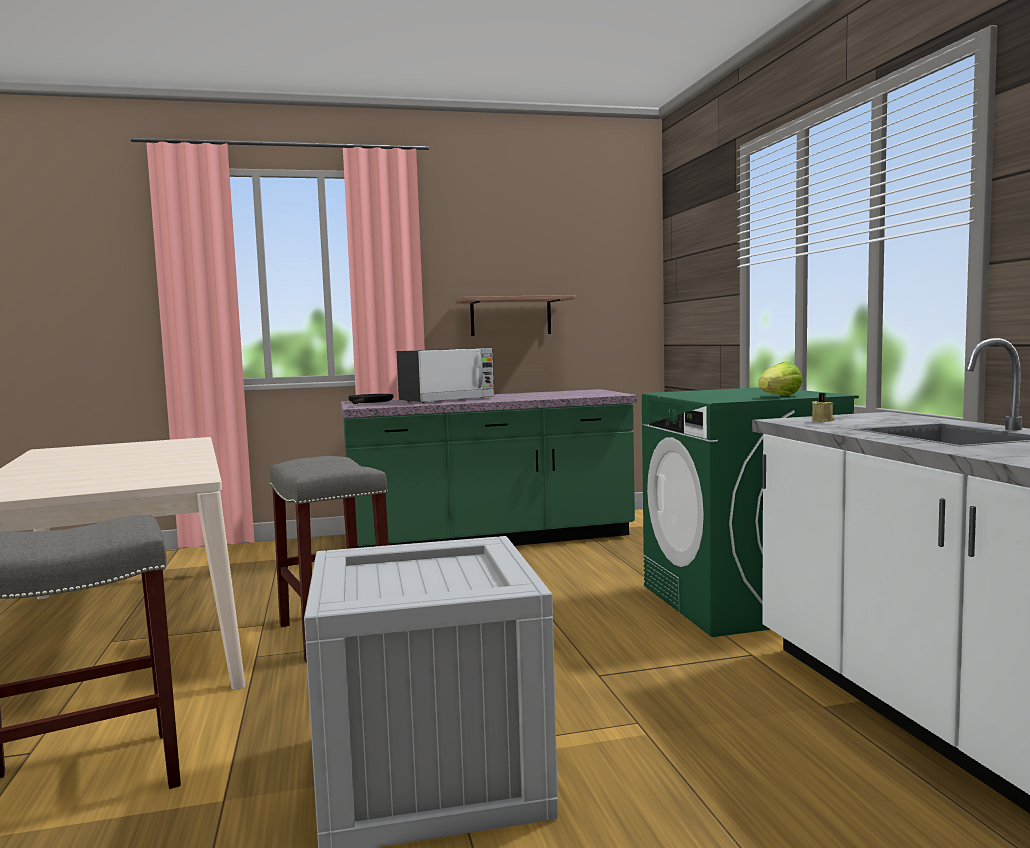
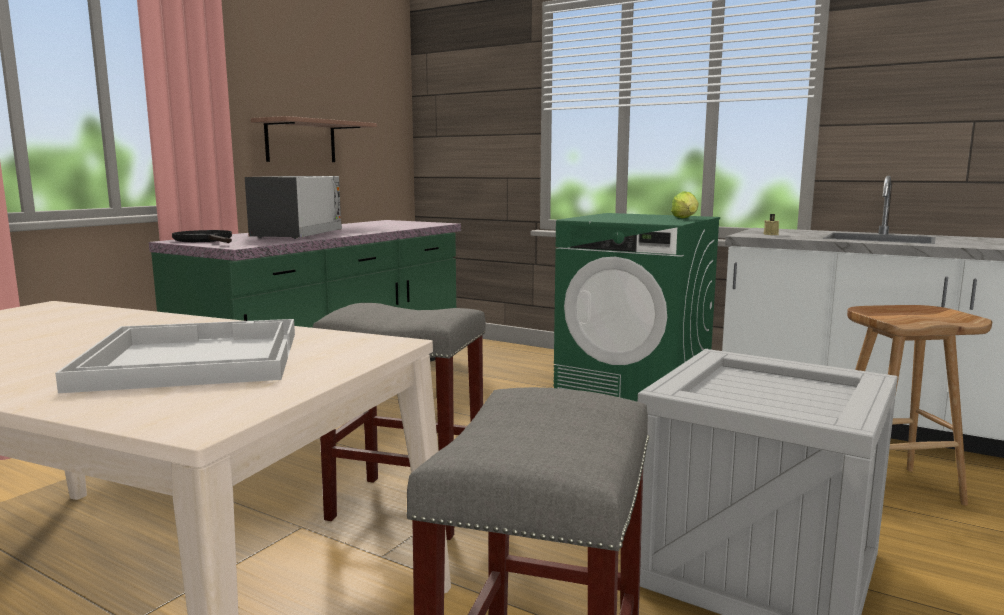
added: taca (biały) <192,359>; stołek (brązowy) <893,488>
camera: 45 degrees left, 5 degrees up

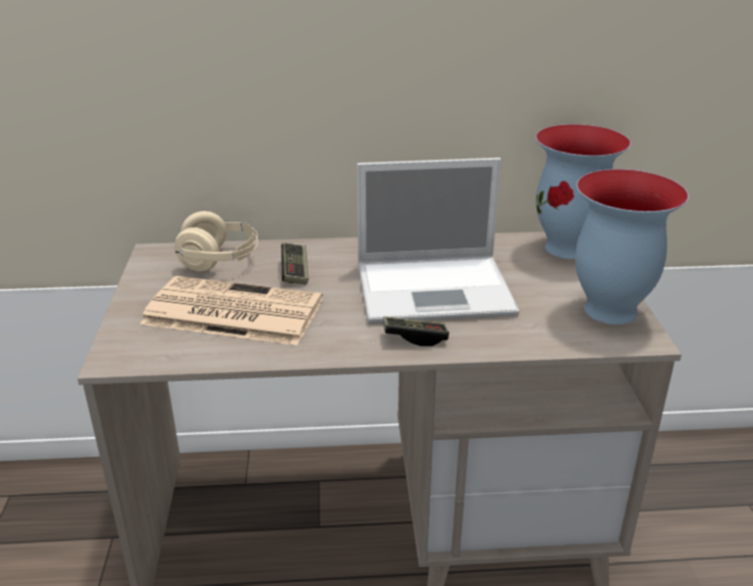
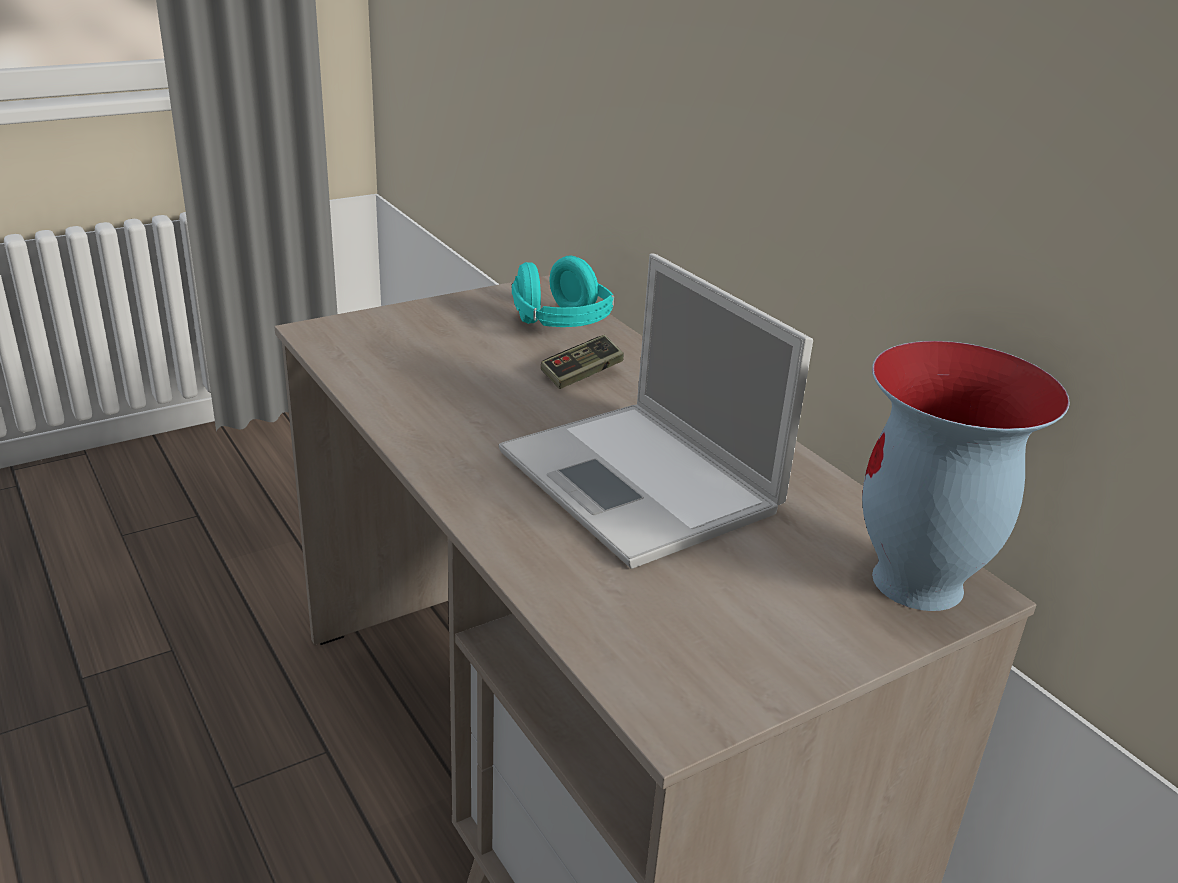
removed: gazeta <230,312>; pad do gier <415,338>; wazon <608,311>
recoloured: słuchawki (beżowy) <220,261> to słuchawki (turkusowy) <560,325>
camera: 60 degrees right, 0 degrees up

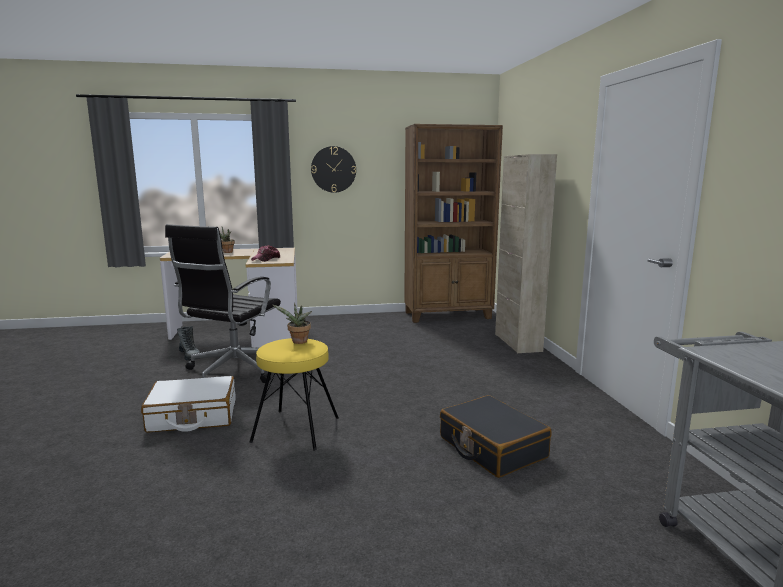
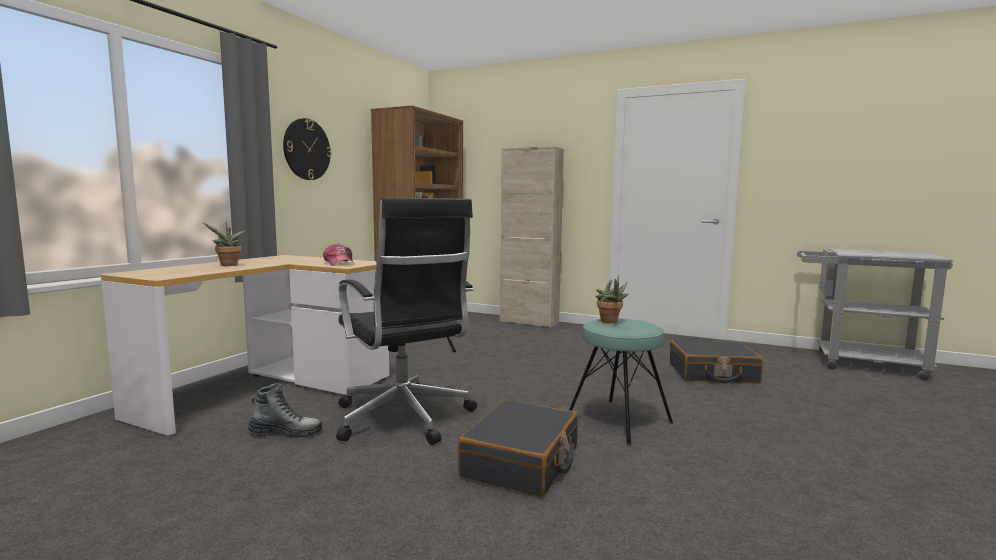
recoloured: walizka (biały) <192,416> to walizka (czarny) <521,462>; stołek (żółty) <296,429> to stołek (turkusowy) <619,421>
camera: 55 degrees left, 5 degrees down

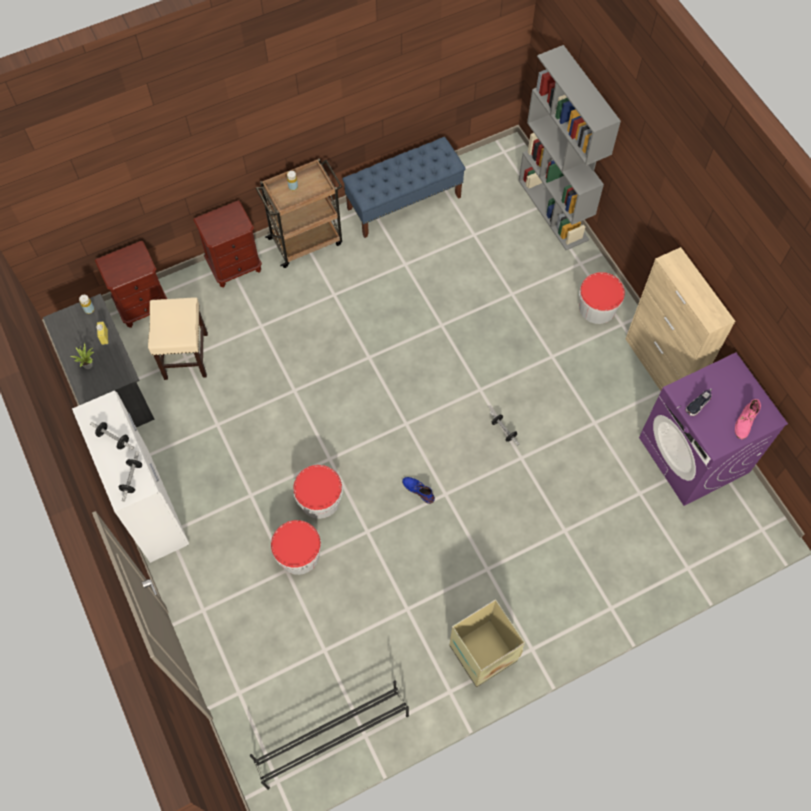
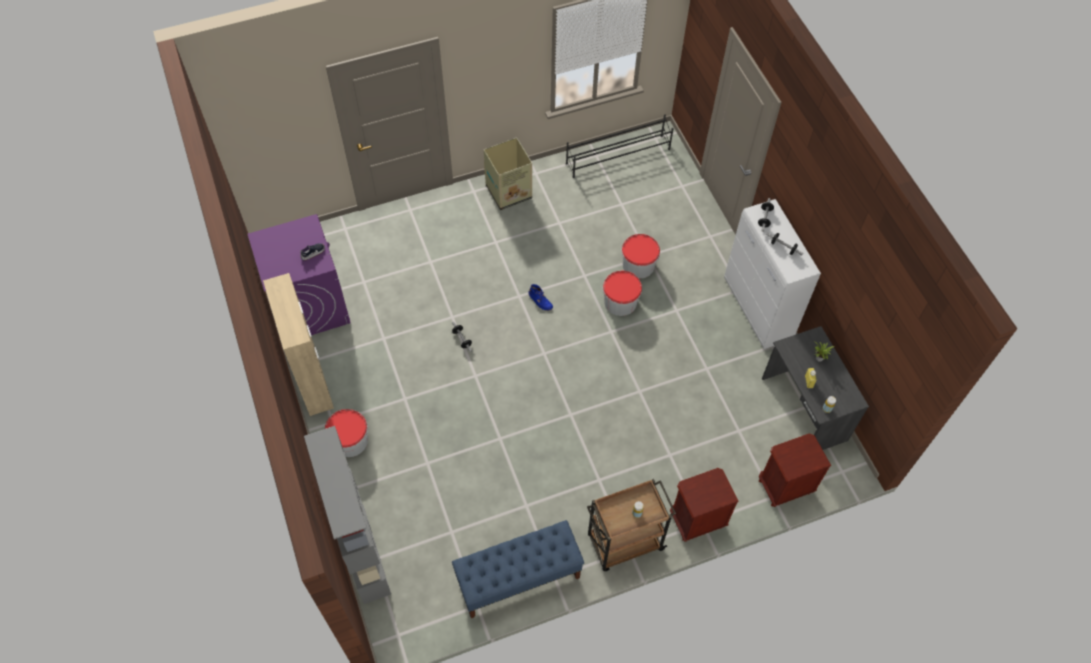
removed: stołek (beżowy) <186,356>; but z cholewką (różowy) <745,422>
camera: 175 degrees left, 5 degrees down

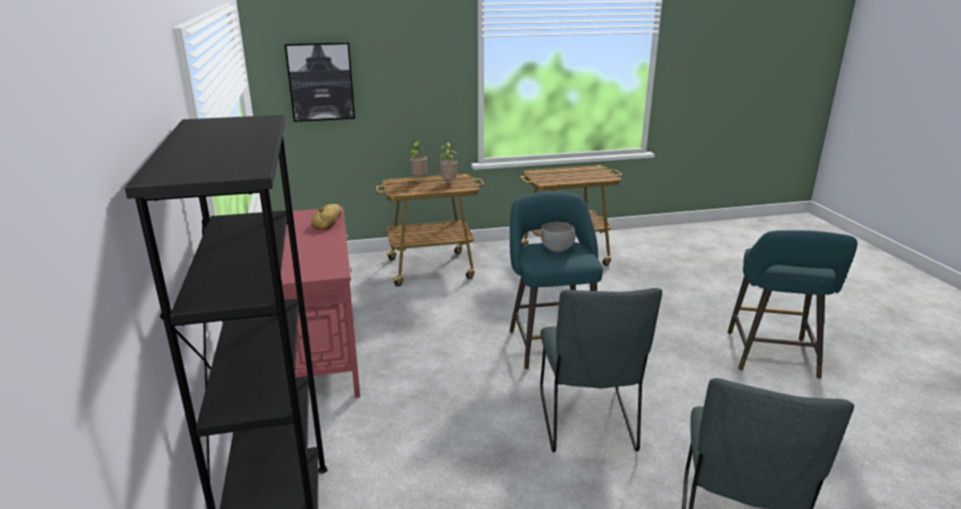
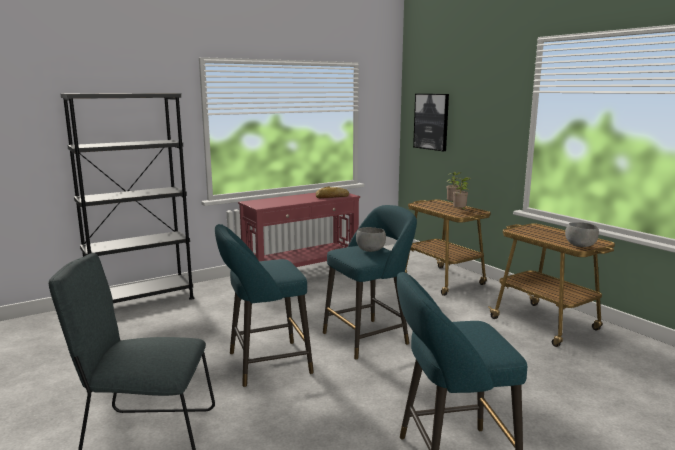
added: miska (szary) <580,246>
replaced: krzesło (szary) <587,424> to stołek (turkusowy) <264,364>
camera: 70 degrees right, 10 degrees down

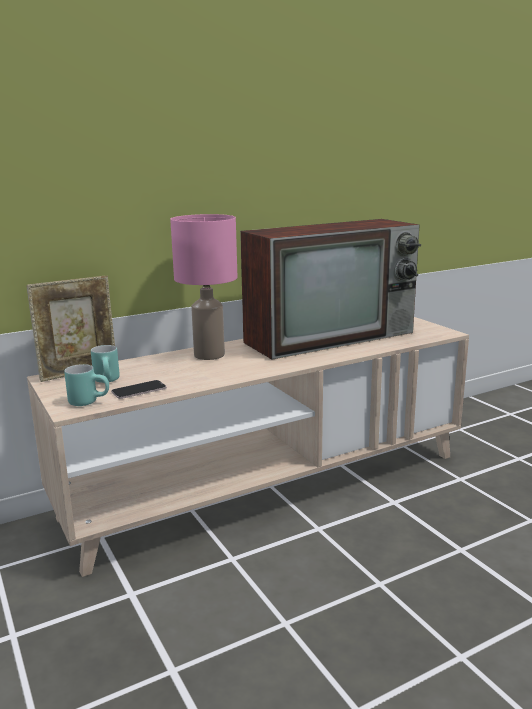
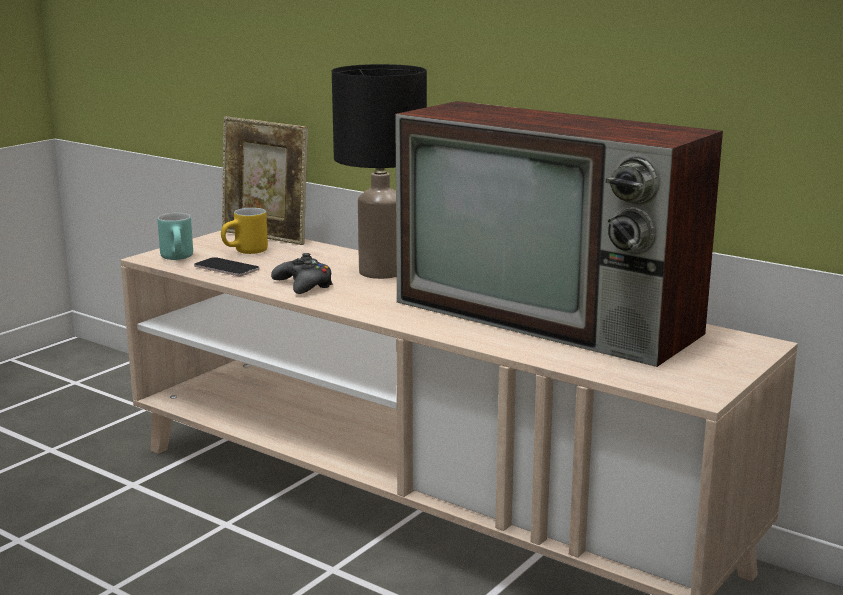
added: pad do gier (czarny) <303,285>
recoloured: kubek (turkusowy) <109,381> to kubek (żółty) <246,252>; lampa stołowa (różowy) <208,355> to lampa stołowa (czarny) <382,272>
camera: 65 degrees right, 0 degrees up

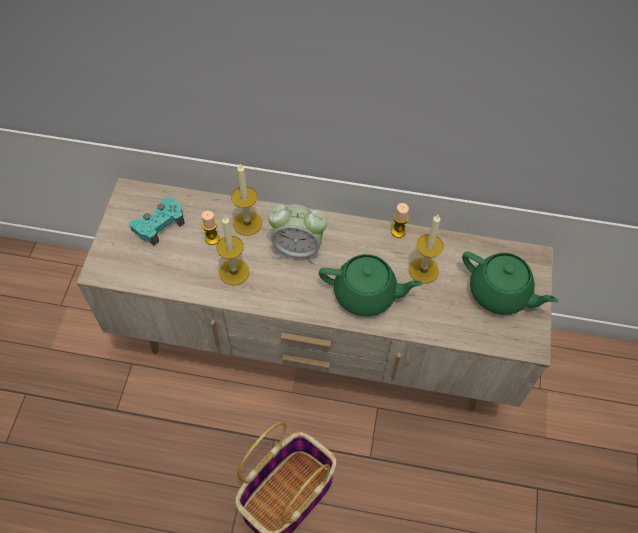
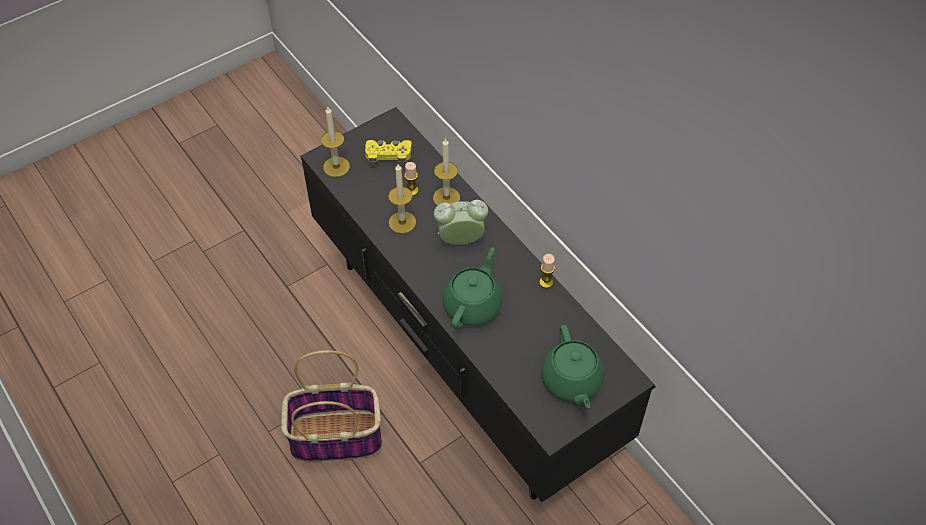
moved: świeca <423,270> to <336,167>
recoloured: szafka pod telewizor (beżowy) <317,349> to szafka pod telewizor (czarny) <463,357>; pad do gier (turkusowy) <159,224> to pad do gier (żółty) <388,156>
turned: budzik <297,249> = <460,240> 120 degrees clockwise; imbryk (zielony) <366,294> = <473,305> 120 degrees counterclockwise
camera: 45 degrees right, 5 degrees down

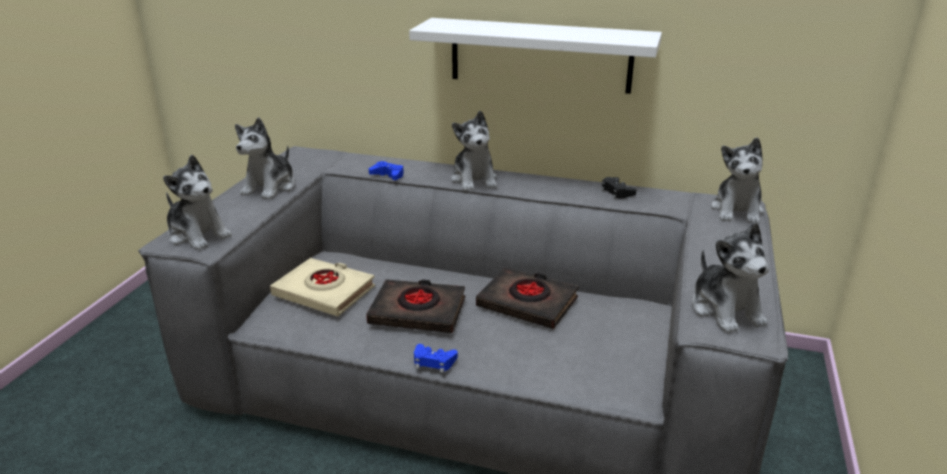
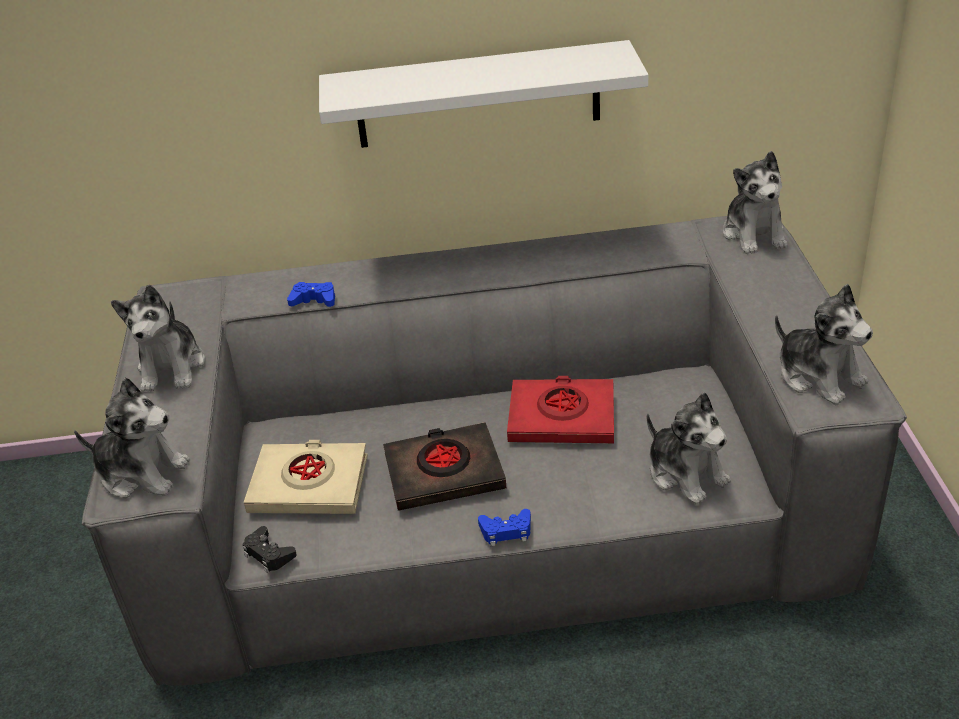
moved: pad do gier (czarny) <617,192> to <269,554>; pluszak <474,179> to <686,473>
recoloured: książka (czarny) <527,303> to książka (czerwony) <562,418>
camera: 20 degrees left, 10 degrees up

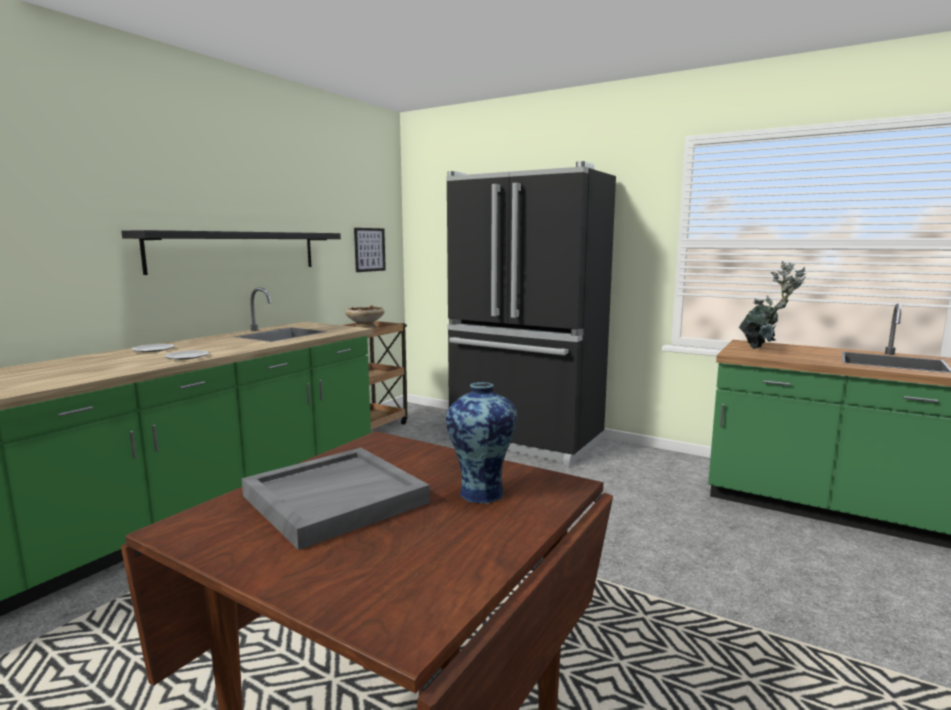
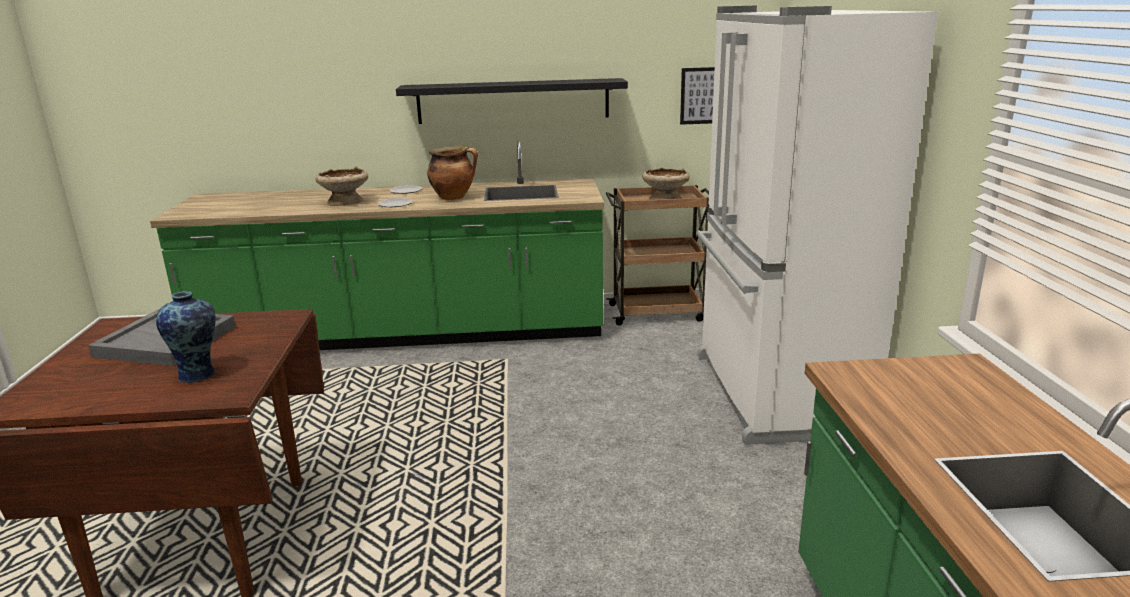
removed: roślina doniczkowa <764,349>
added: miska (beżowy) <345,202>; garnek <454,197>
recoloured: lodówka (czarny) <525,441> to lodówka (biały) <773,394>
camera: 55 degrees right, 10 degrees up

